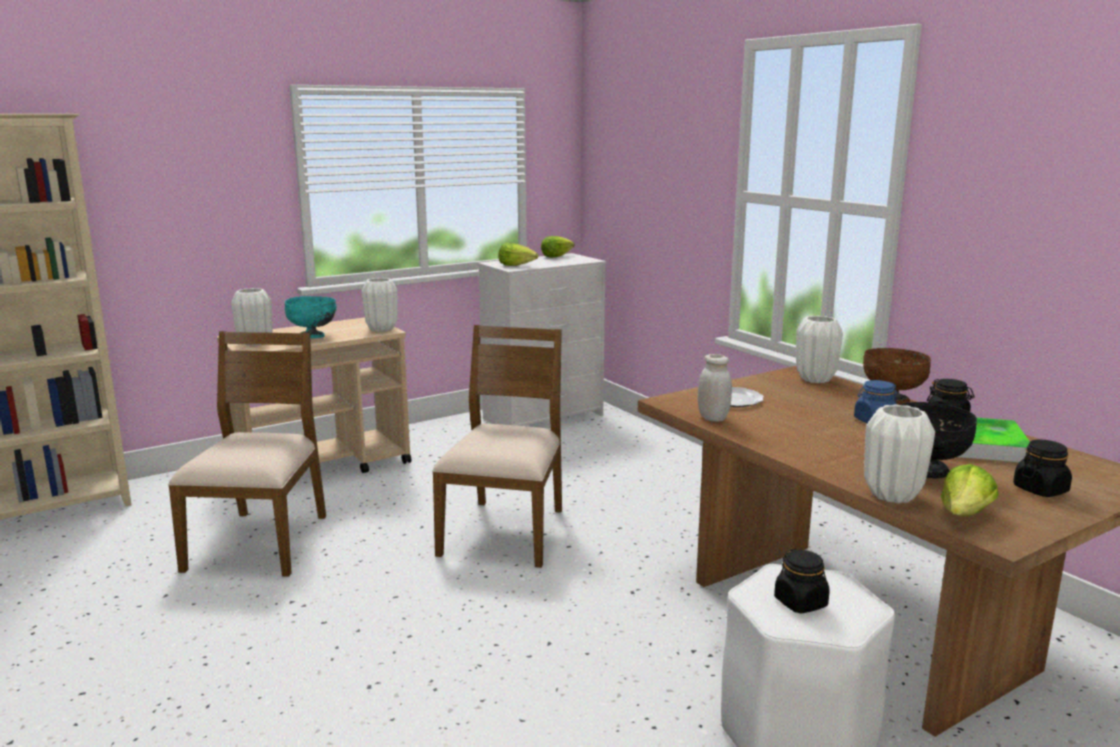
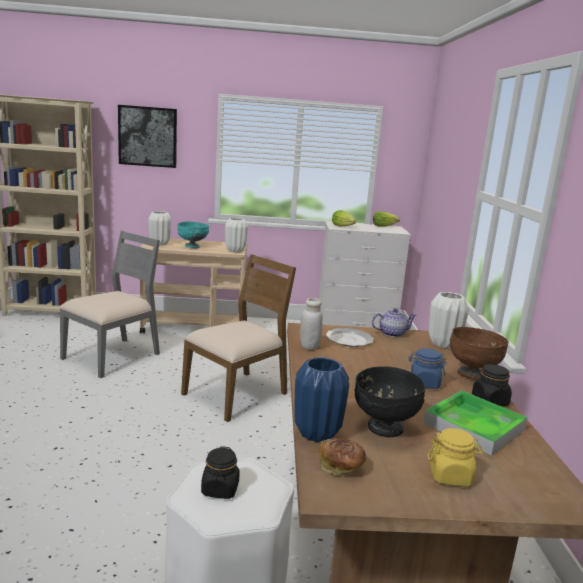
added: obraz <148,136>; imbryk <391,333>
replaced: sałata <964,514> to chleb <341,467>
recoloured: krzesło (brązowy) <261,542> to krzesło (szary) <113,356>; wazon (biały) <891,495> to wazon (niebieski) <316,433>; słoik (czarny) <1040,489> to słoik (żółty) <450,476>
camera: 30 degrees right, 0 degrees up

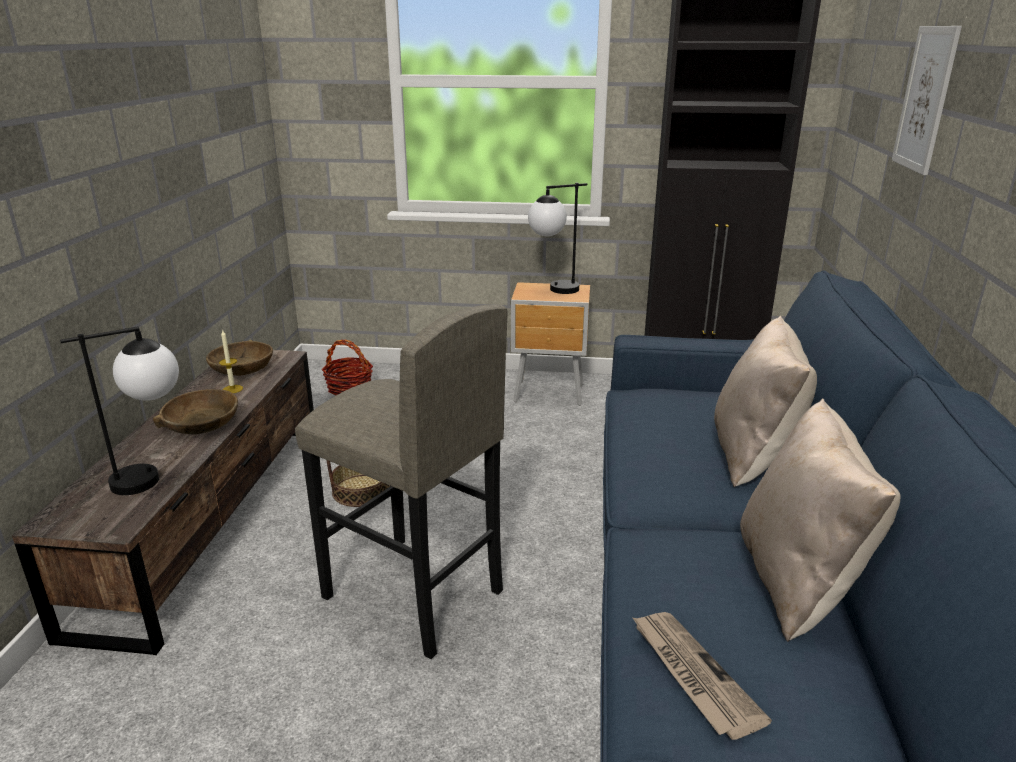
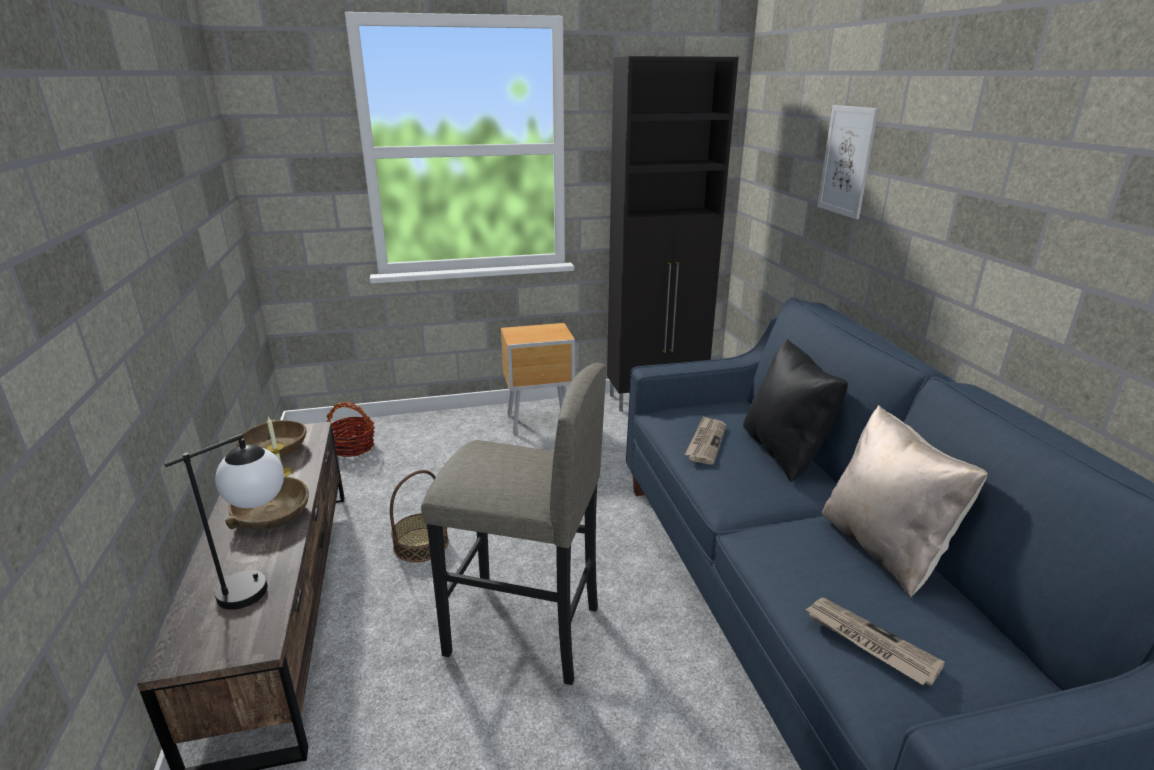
removed: lampa stołowa <553,290>
added: gazeta <706,442>
recoloured: poduszka (beżowy) <753,454> to poduszka (czarny) <785,451>
camera: 20 degrees left, 0 degrees up

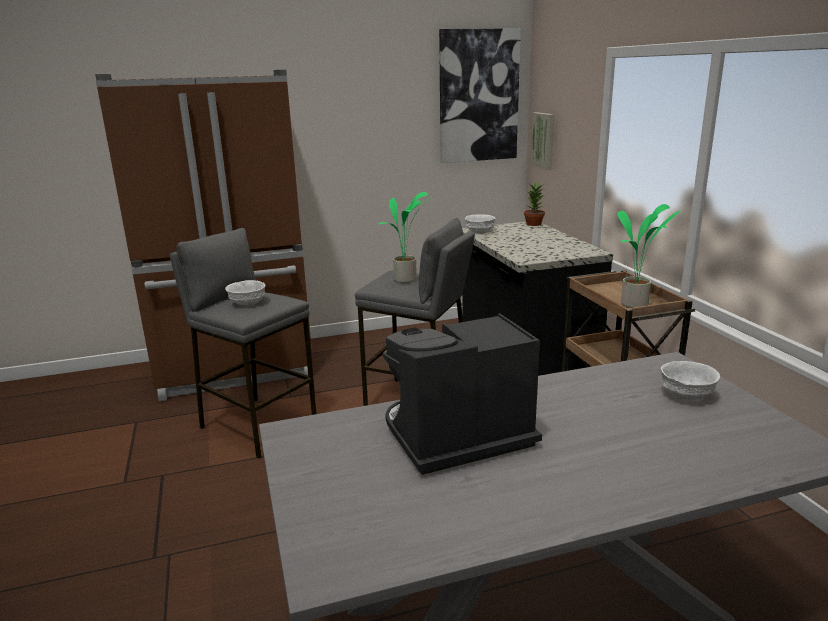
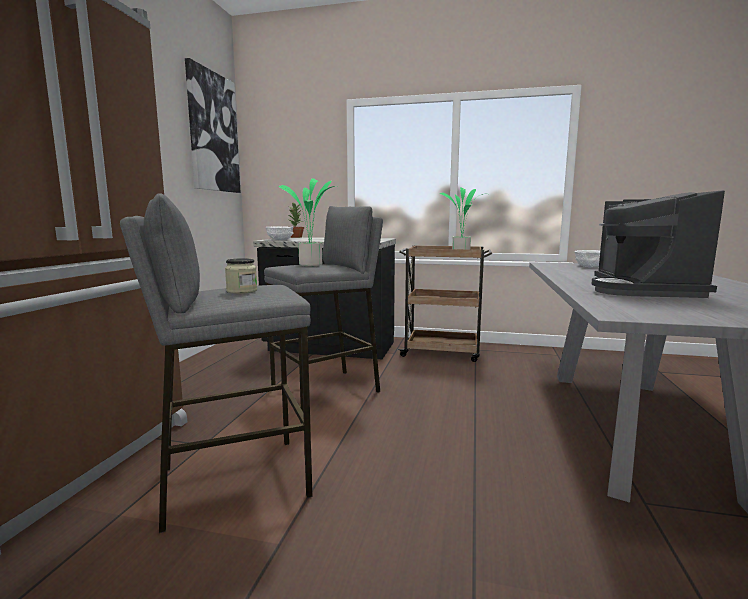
removed: obraz <544,140>
replaced: miska (biały) <247,303> to słoik <242,291>
camera: 60 degrees left, 10 degrees down

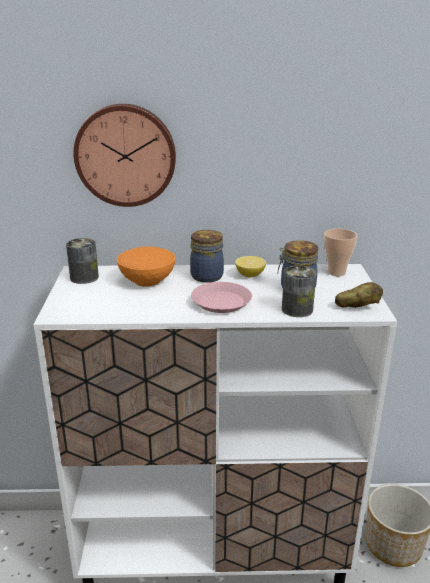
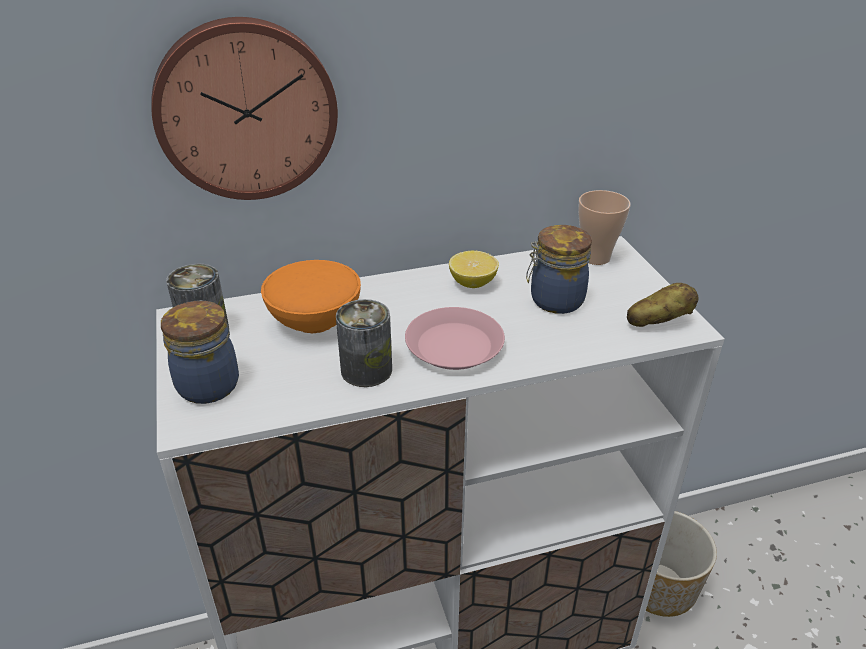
moved: słoik <207,276> to <208,383>; puszka <297,309> to <366,370>
camera: 15 degrees left, 10 degrees up

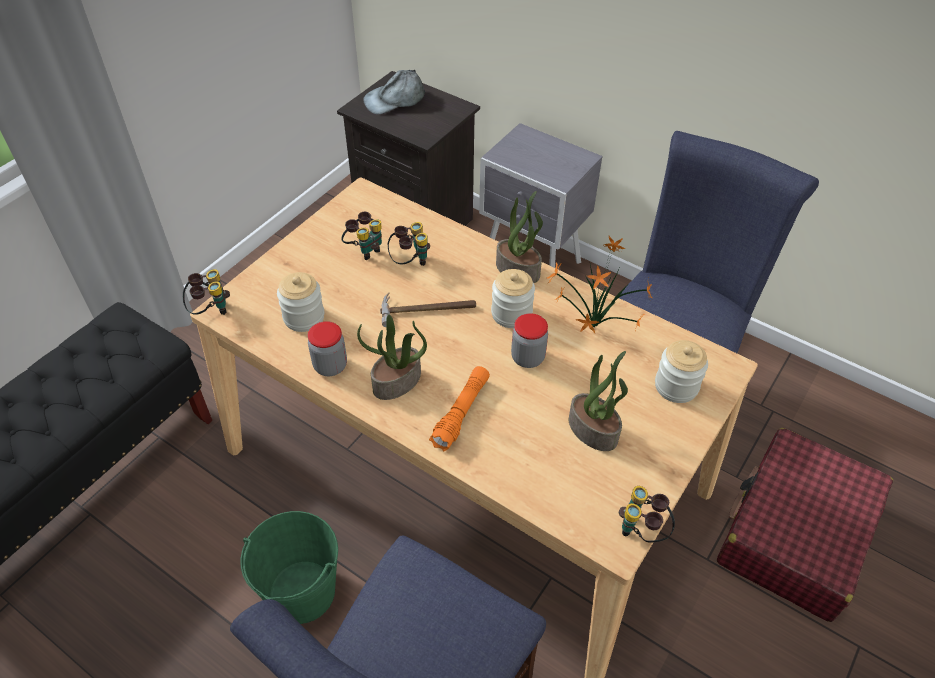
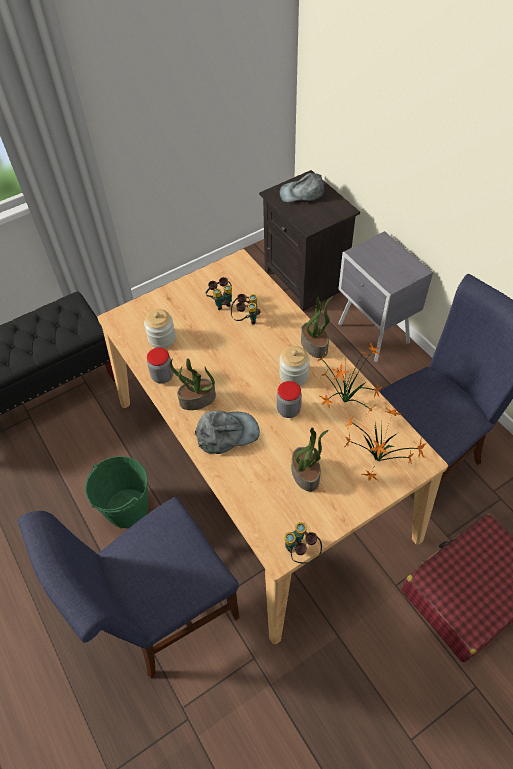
removed: lornetka <210,310>; młotek <428,309>
replaced: latarka (pomarańczowy) <461,413> to czapka z daszkiem (szary) <227,433>; słoik <676,386> to roślina doniczkowa <379,462>
camera: 25 degrees right, 5 degrees up

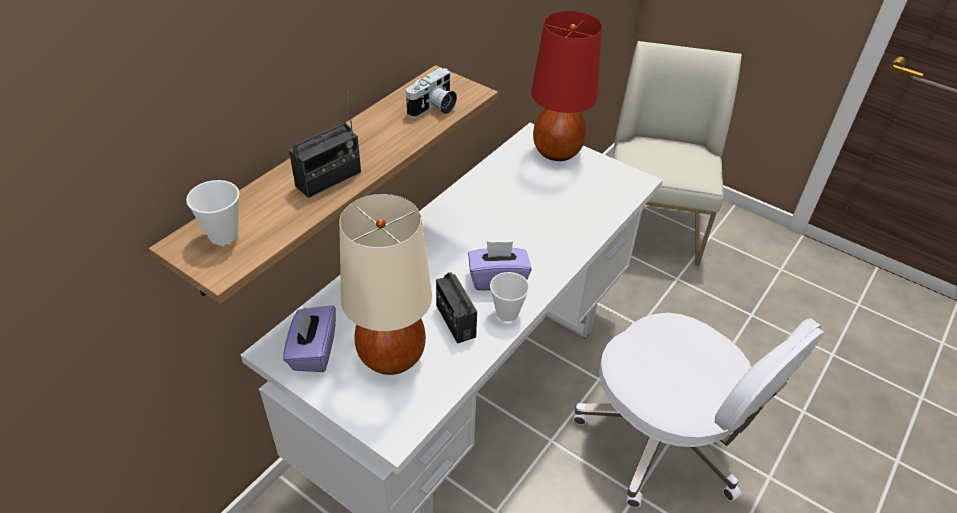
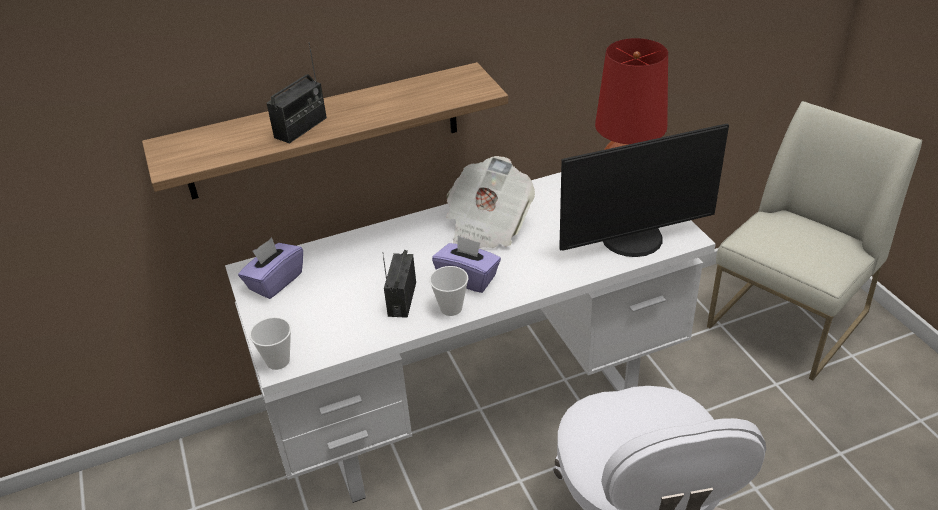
removed: lampa stołowa (beżowy) <391,355>; aparat fotograficzny <434,108>
added: gazeta <487,225>; monitor <633,240>
moved: filiżanka <223,235> to <278,361>
turned: radio <328,179> = <301,128> 45 degrees counterclockwise
camera: 35 degrees right, 5 degrees down

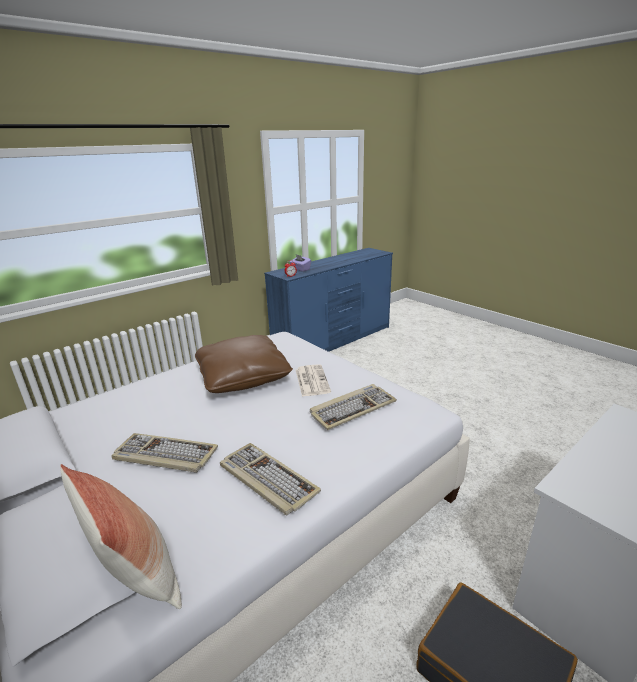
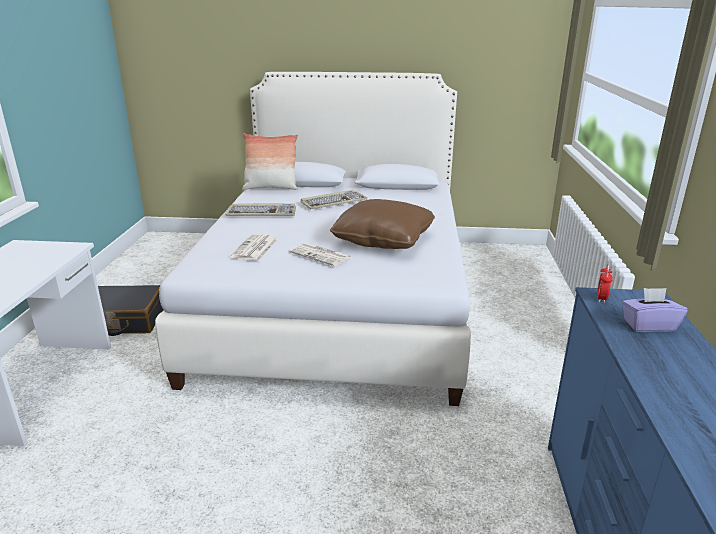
replaced: klawiatura <353,408> to gazeta <255,248>
camera: 135 degrees right, 0 degrees up

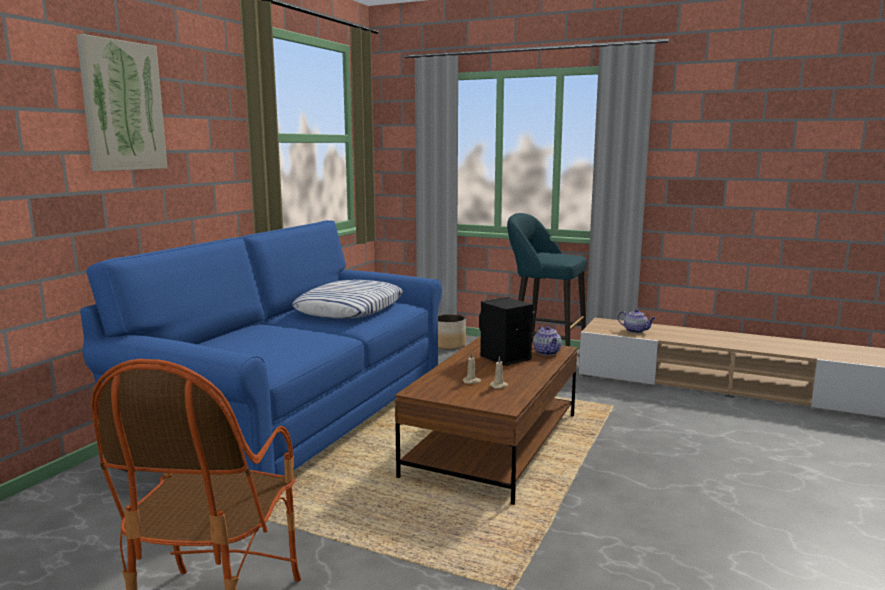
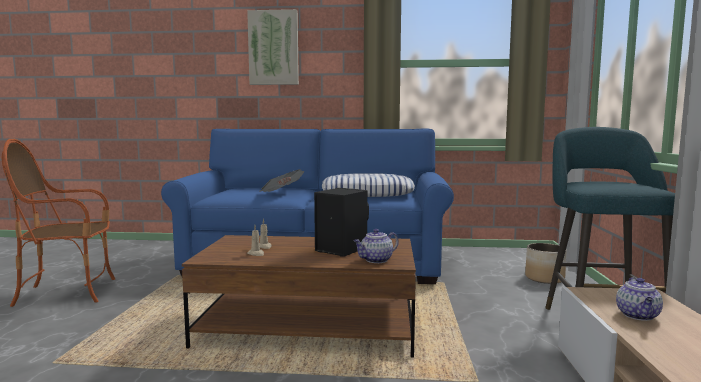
added: gazeta <282,193>
camera: 70 degrees right, 5 degrees down

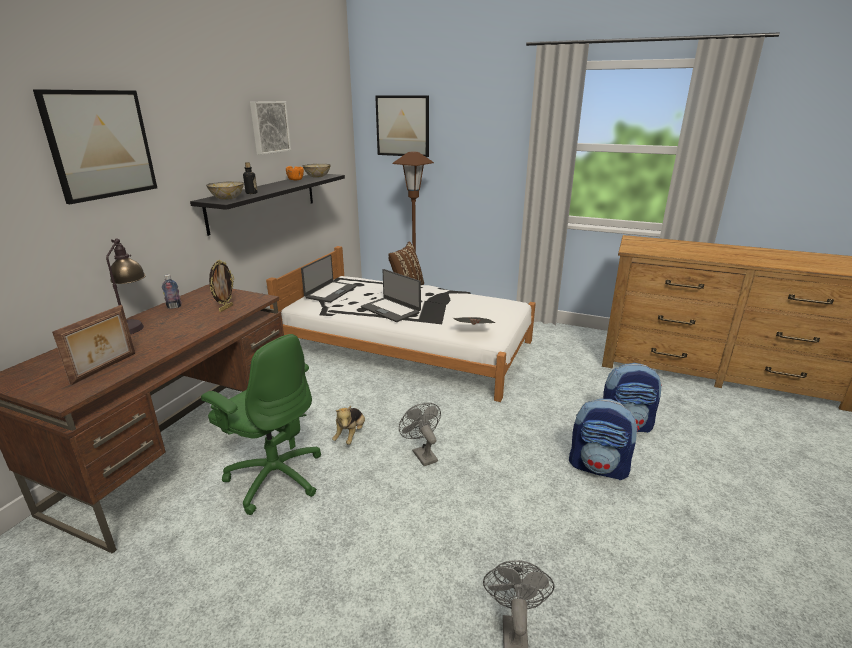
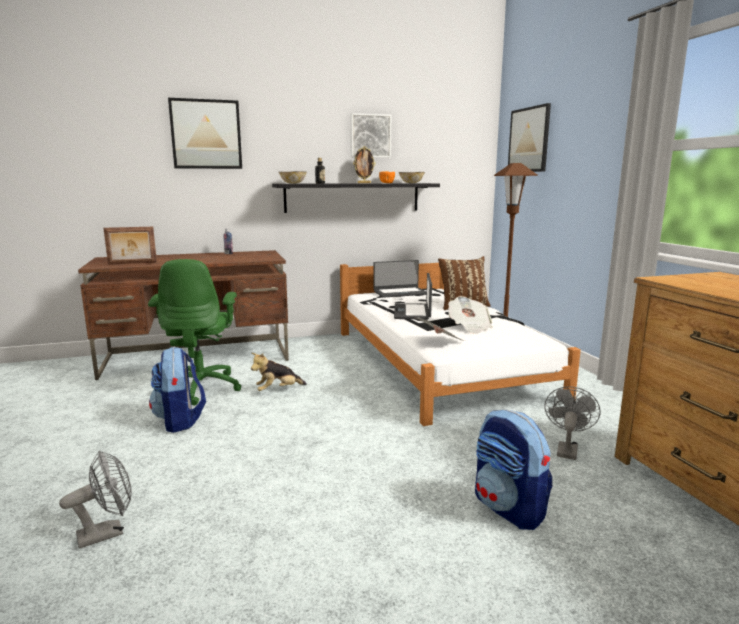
removed: lampa stołowa <132,324>
added: gazeta <469,327>
moved: plecak <599,467> to <180,421>; ramka na zdjęcie <225,308> to <364,183>; wentylator (szary) <422,454> to <566,449>
camera: 50 degrees right, 10 degrees down

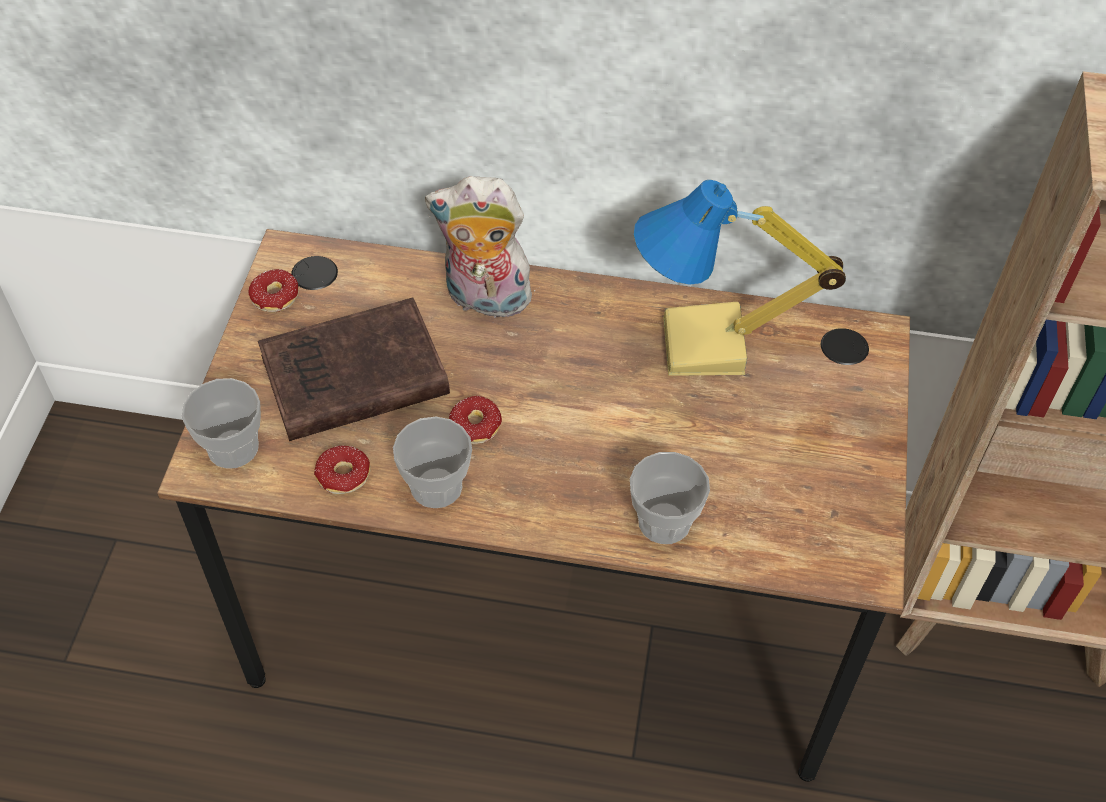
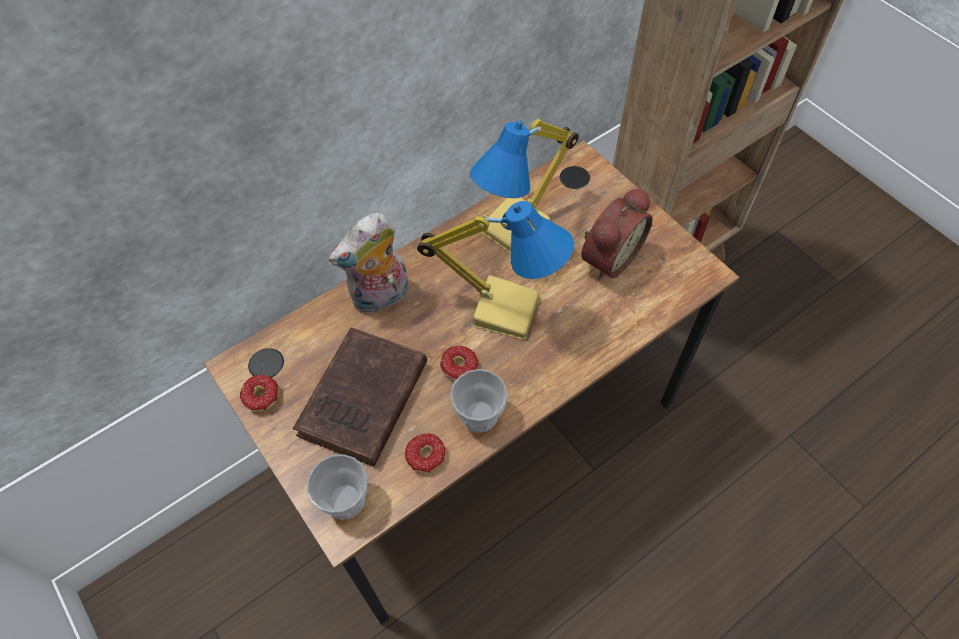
removed: filiżanka <664,522>
added: lampa stołowa <506,308>; budzik <608,257>
camera: 45 degrees left, 5 degrees up

